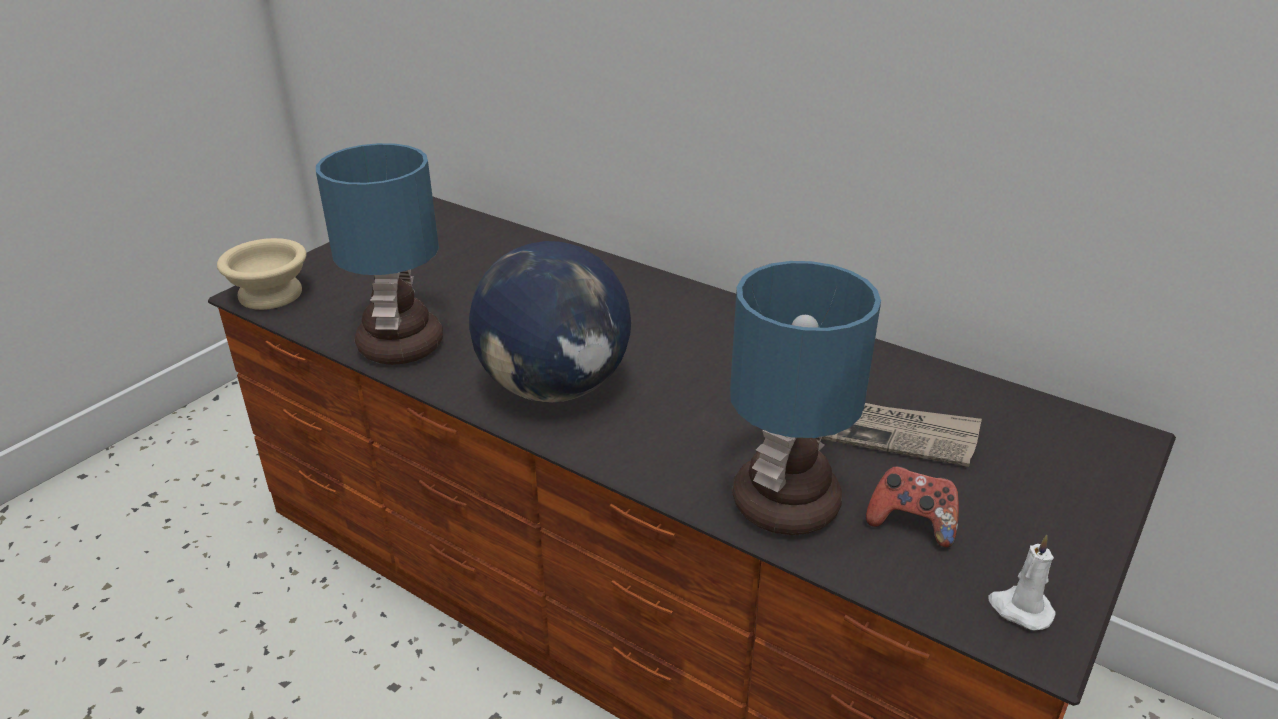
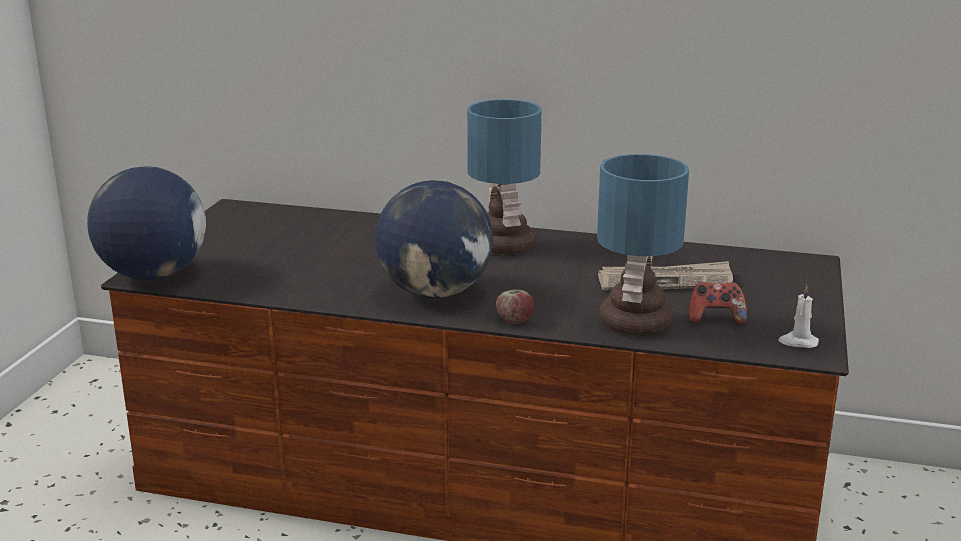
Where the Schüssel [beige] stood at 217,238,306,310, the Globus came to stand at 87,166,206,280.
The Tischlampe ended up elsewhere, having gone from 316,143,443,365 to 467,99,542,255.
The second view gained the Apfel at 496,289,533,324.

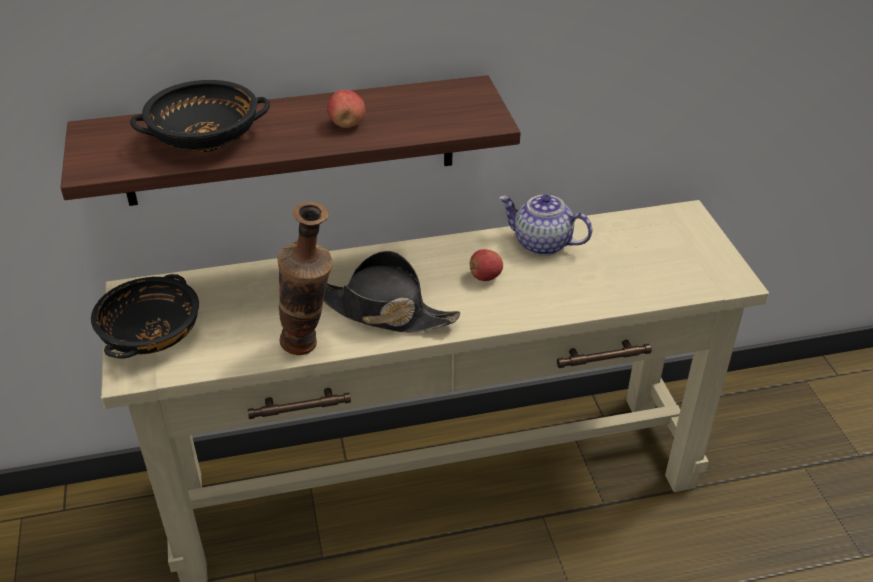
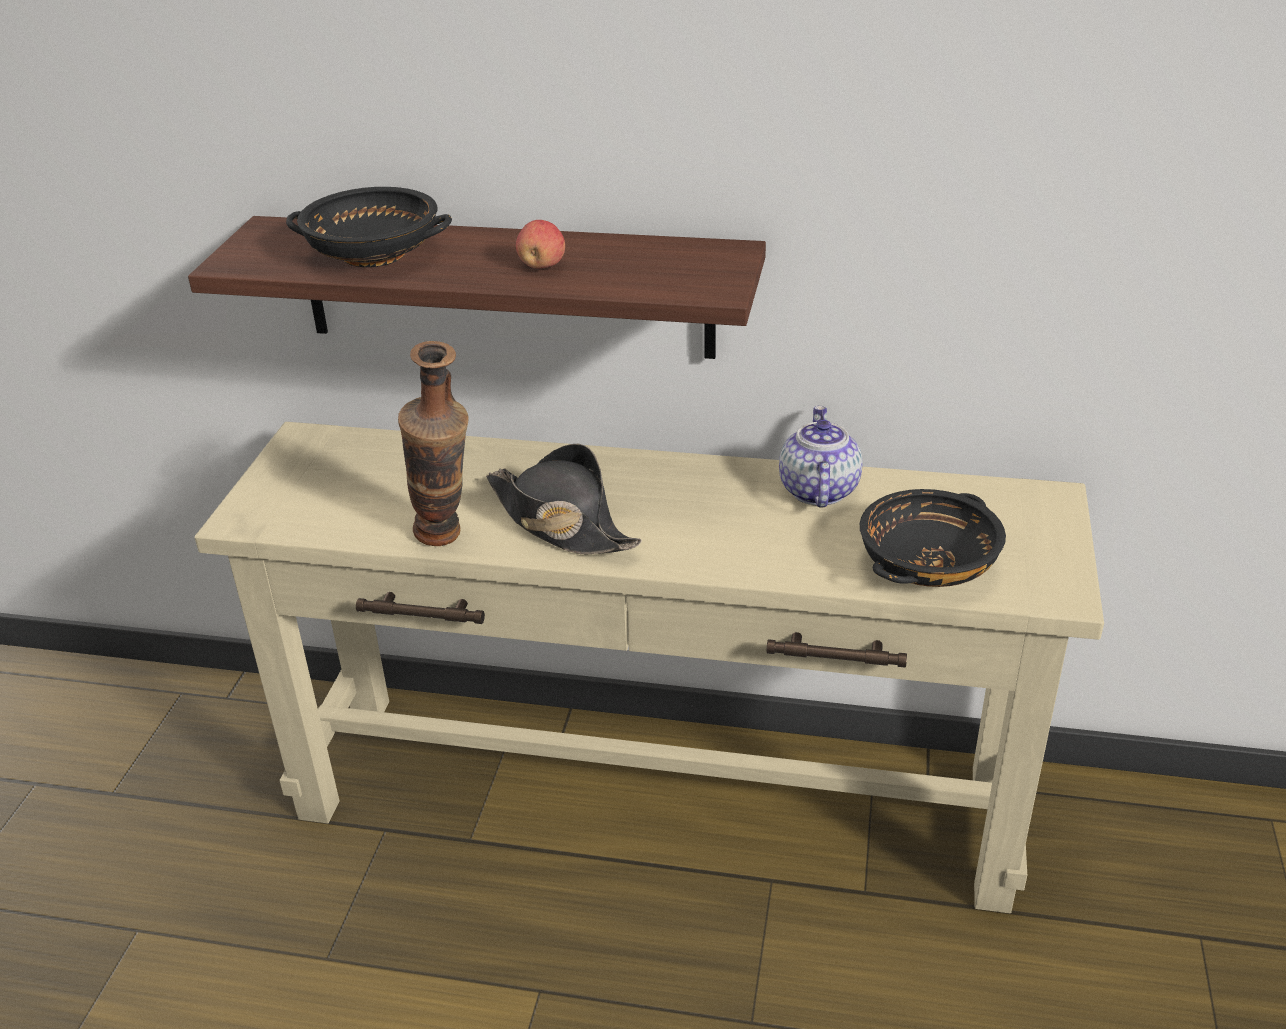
The Teekanne at 499,194,592,256 ended up facing another way, 45 degrees clockwise from before.
The Schüssel [schwarz] ended up elsewhere, having gone from 91,274,199,359 to 860,489,1006,587.
The second view lost the Apfel at 470,249,503,281.

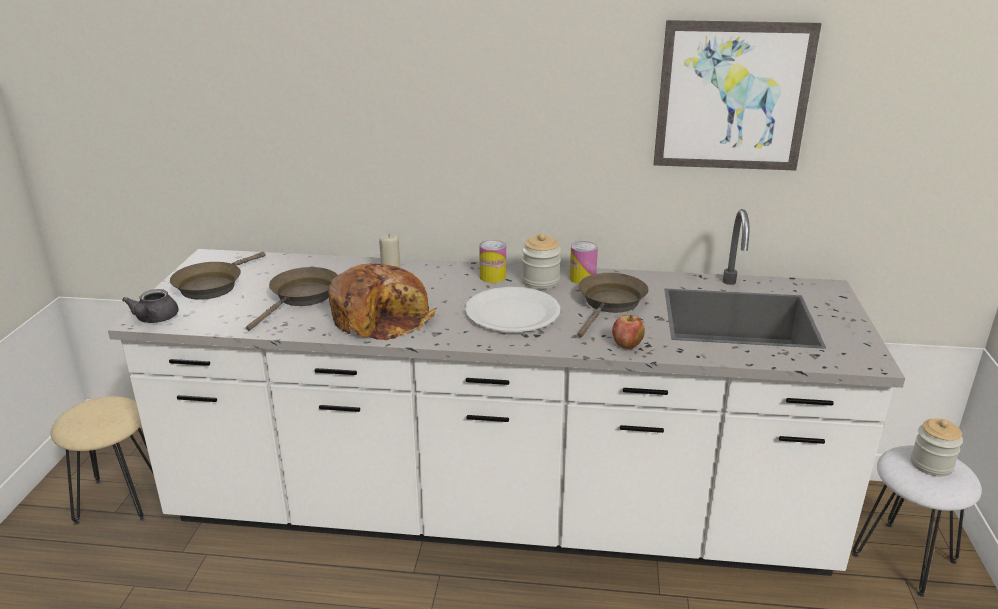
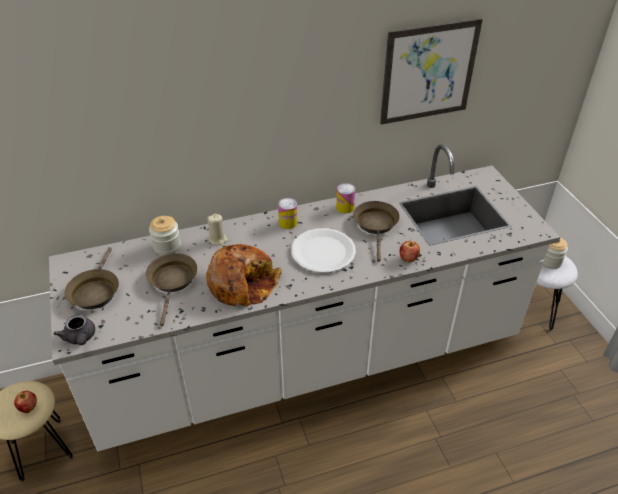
The second view gained the Apfel at 14,391,37,413.
The Vorratsglas ended up elsewhere, having gone from 522,233,561,289 to 149,216,181,255.

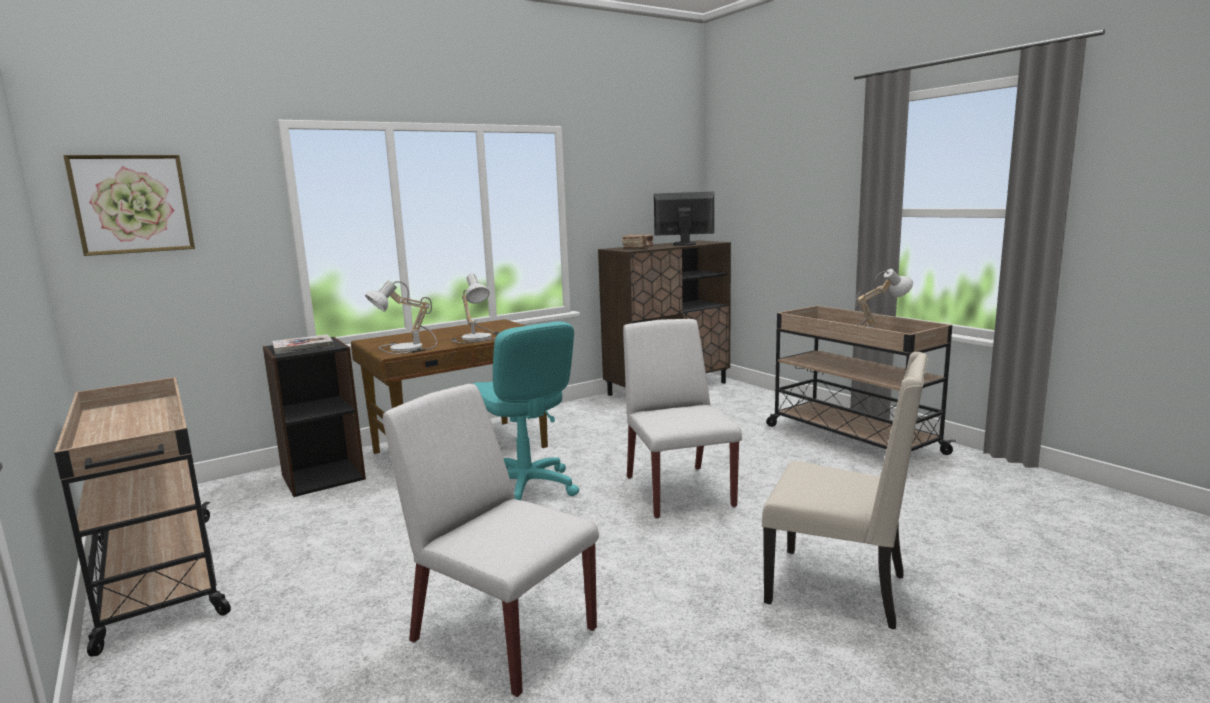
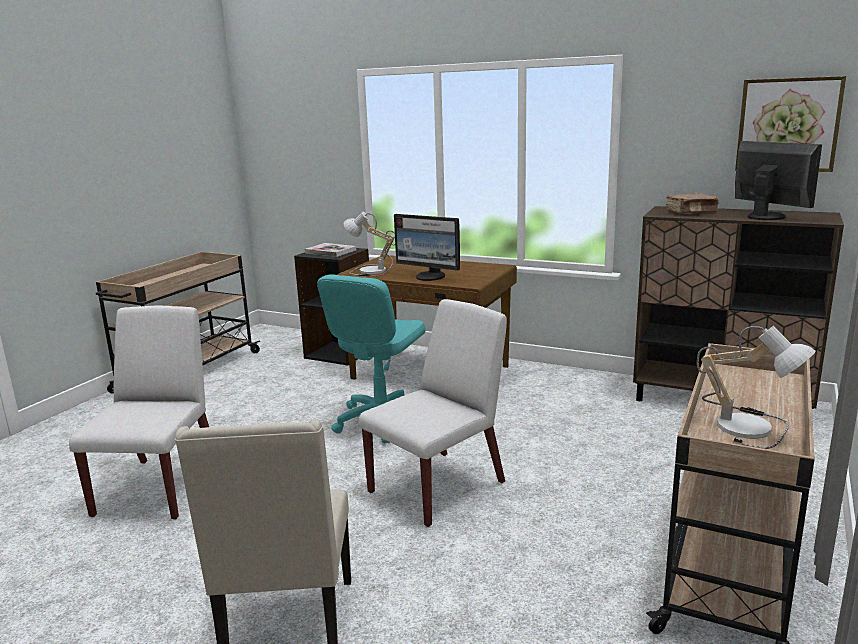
Where the Tischlampe stood at 452,274,499,343, the Monitor came to stand at 394,214,460,281.
The Bild ended up elsewhere, having gone from 63,155,195,256 to 735,76,846,172.

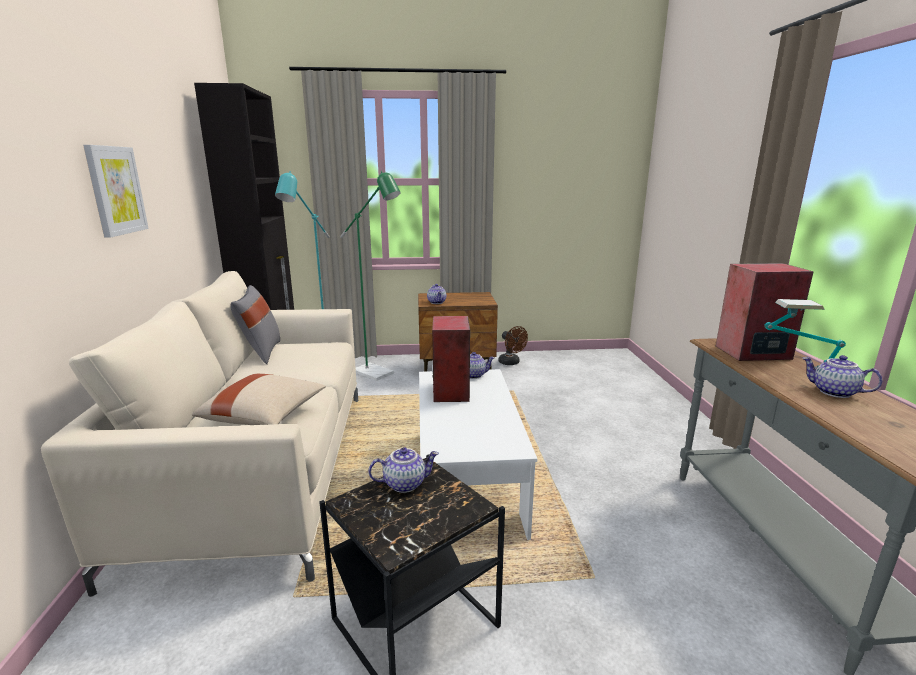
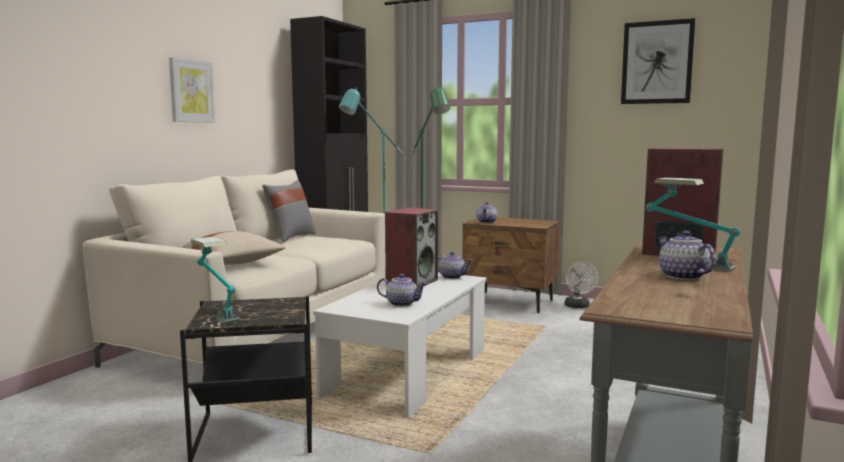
The second view gained the Tischlampe at 191,237,240,324.
The Teekanne ended up elsewhere, having gone from 368,447,439,493 to 377,274,427,307.
What was the Ventilator [braun] at 498,326,528,365 turned into the Ventilator [weiß] at 565,262,599,308.
The second view gained the Bild at 621,18,695,104.

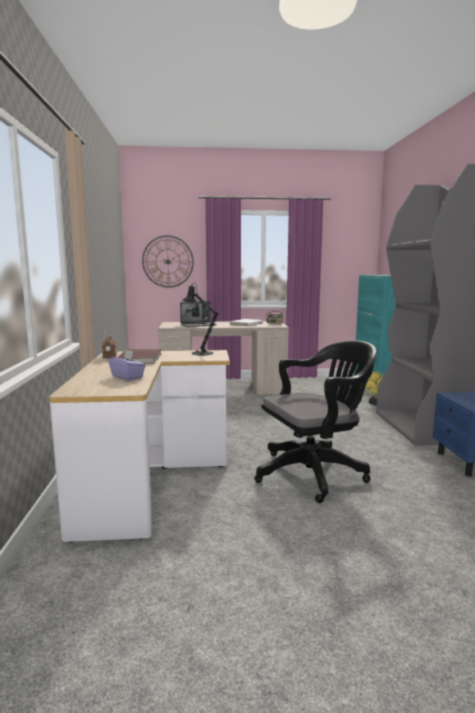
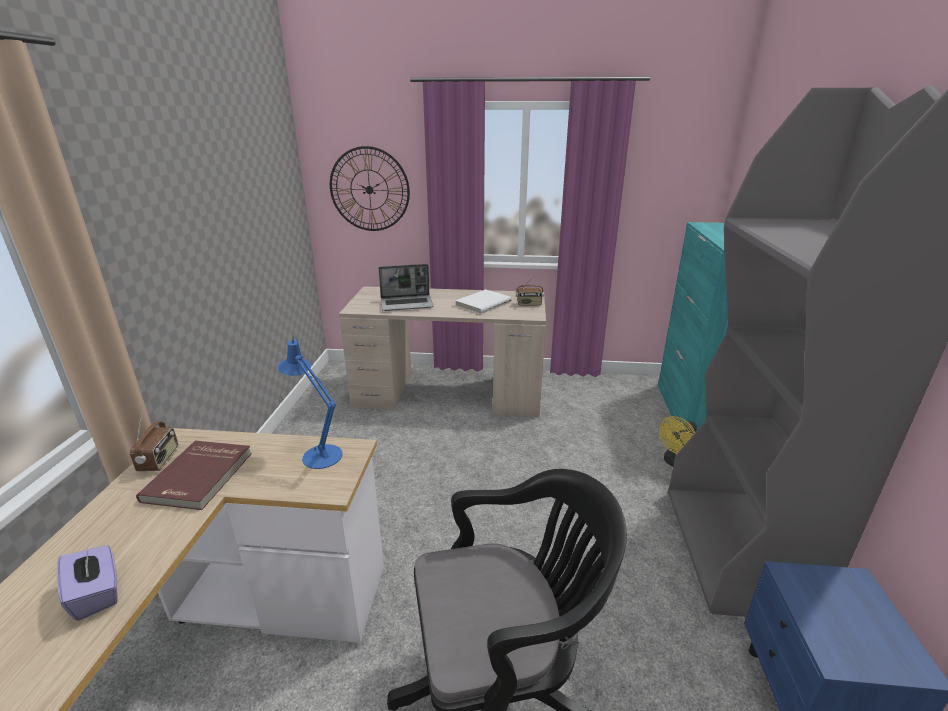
What was the Tischlampe [schwarz] at 182,282,218,356 turned into the Tischlampe [blau] at 278,336,343,469.

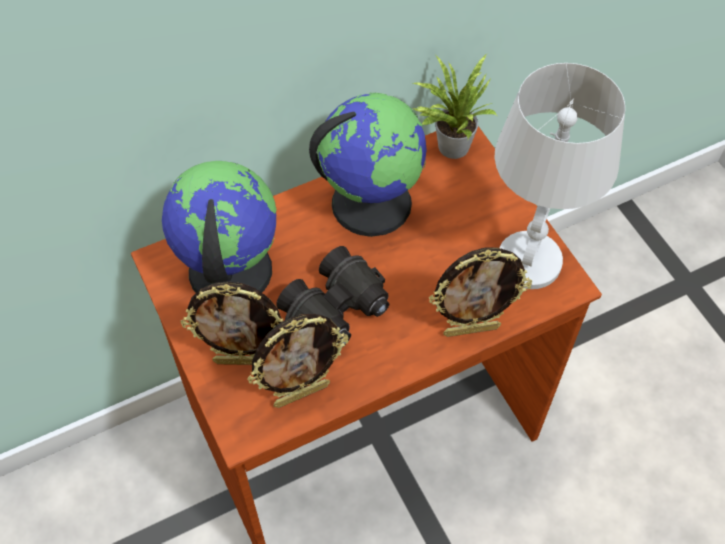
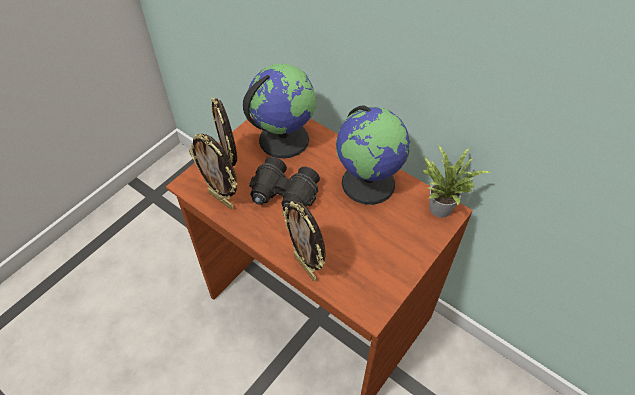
The second view lost the Tischlampe [weiß] at 495,63,625,289.

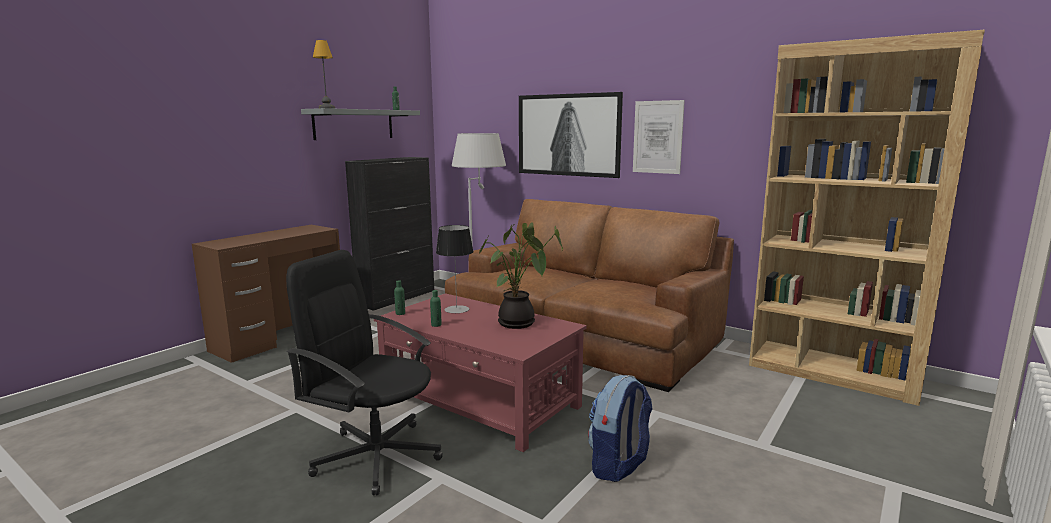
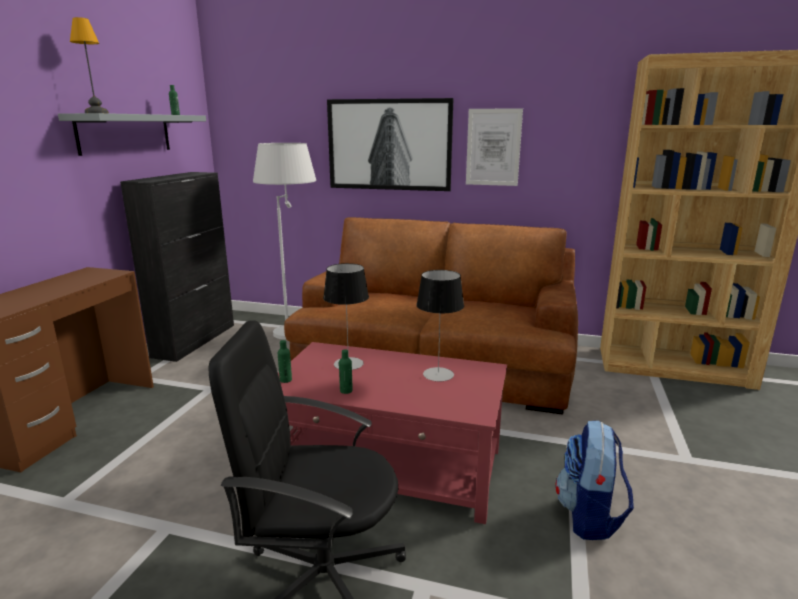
Where the Topfpflanze stood at 479,223,563,329, the Tischlampe came to stand at 416,270,464,381.

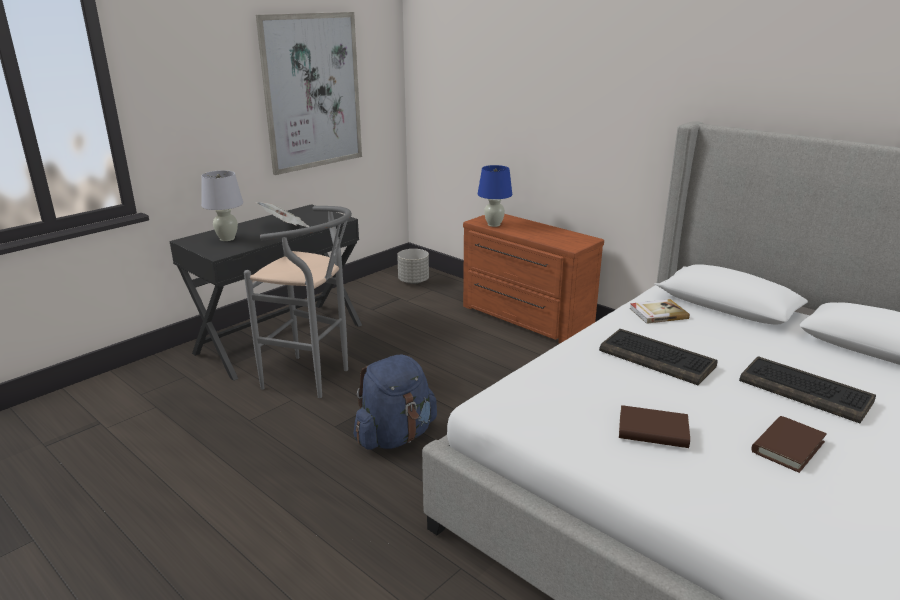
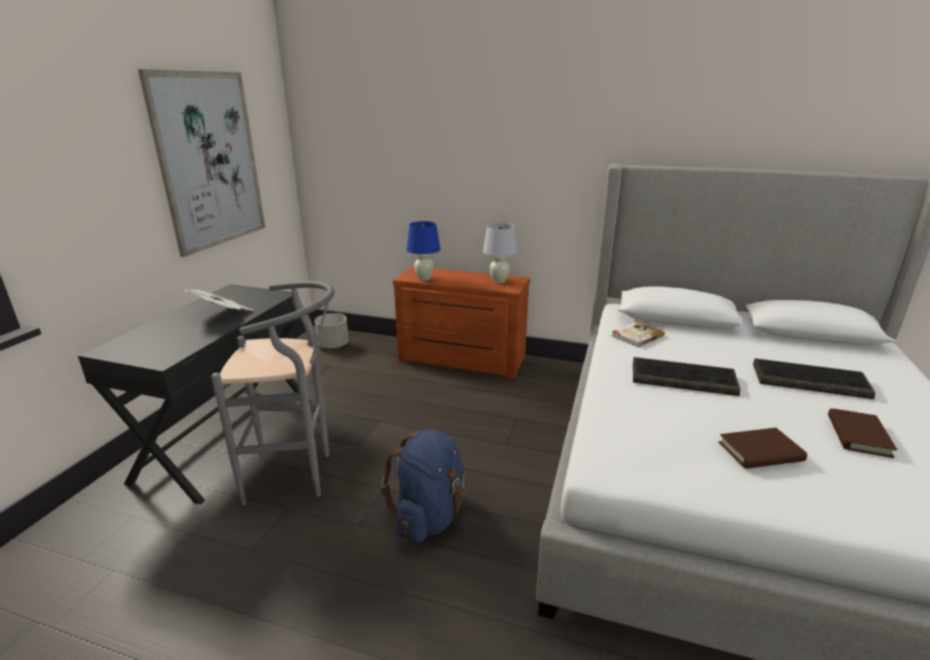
The Tischlampe [weiß] ended up elsewhere, having gone from 201,170,243,241 to 483,223,517,283.

